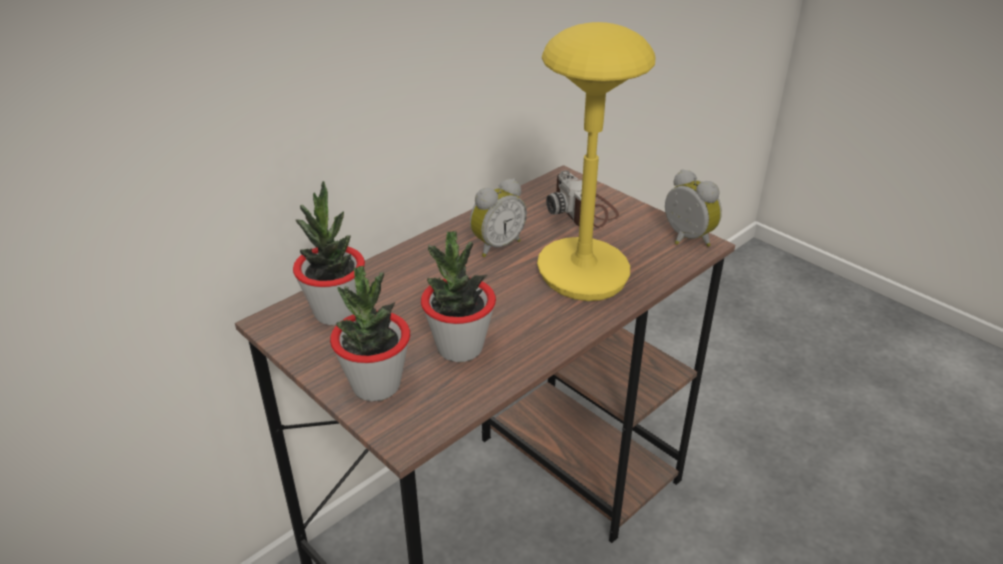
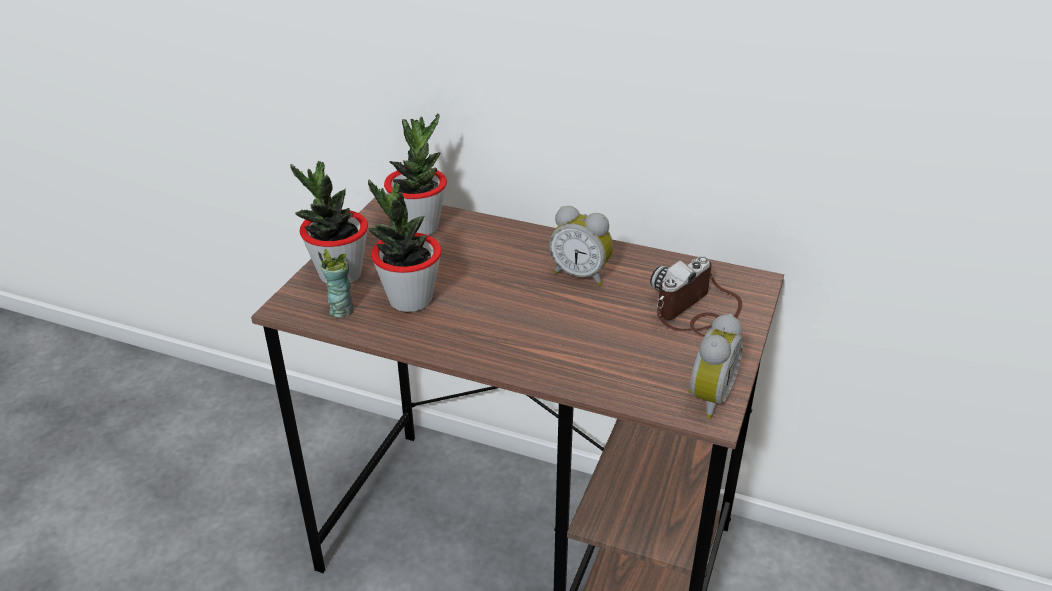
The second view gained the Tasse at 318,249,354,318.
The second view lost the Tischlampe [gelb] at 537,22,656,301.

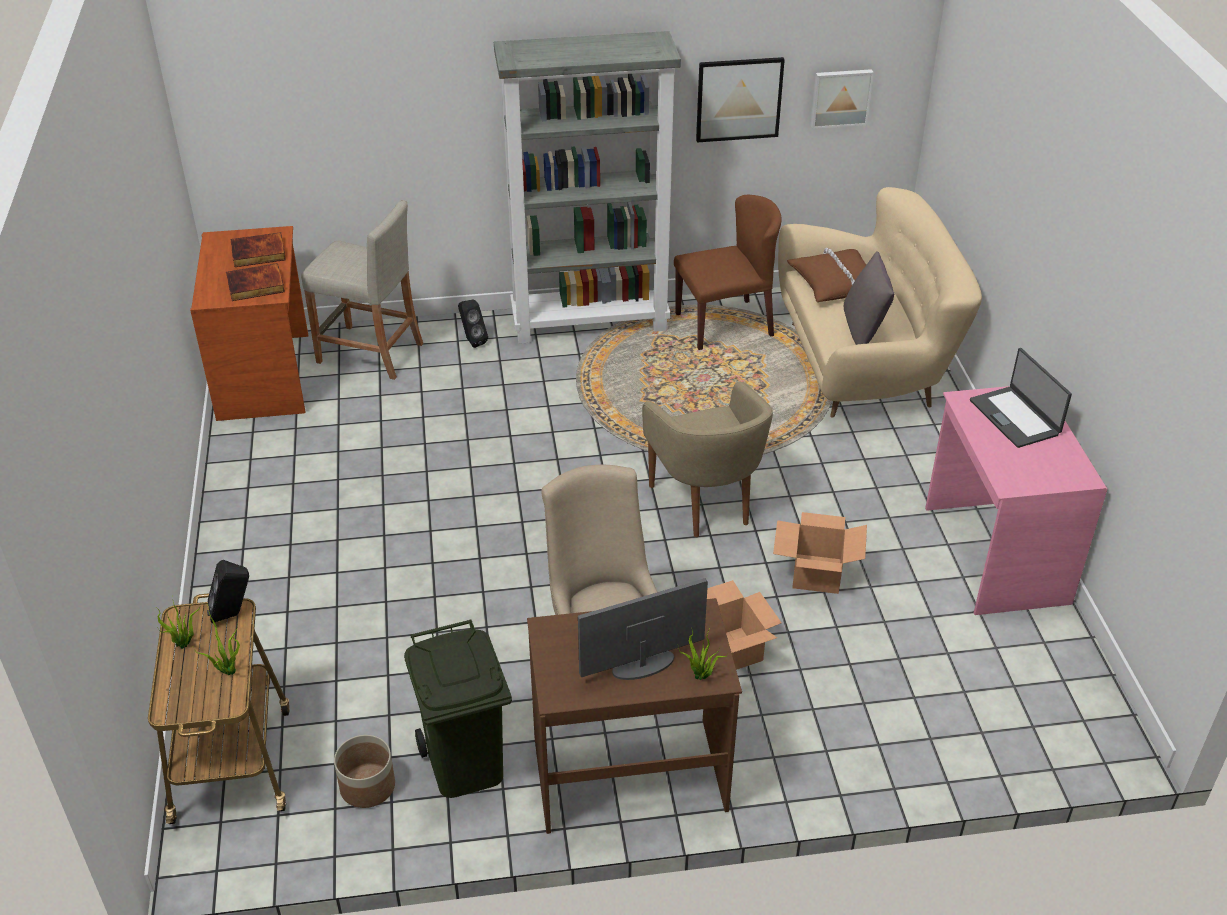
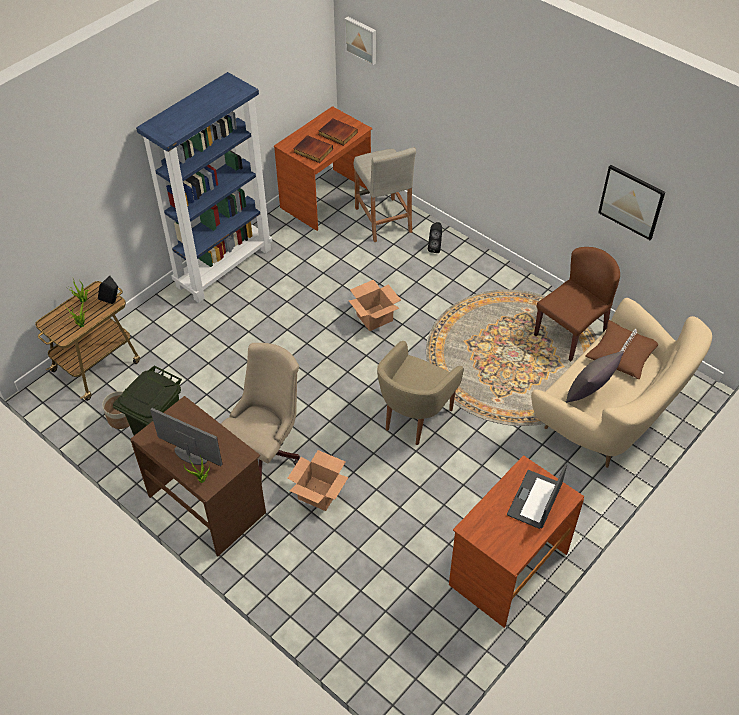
The second view gained the Bücherregal [blau] at 136,72,272,303.
The Bild ended up elsewhere, having gone from 811,69,874,129 to 345,17,376,65.
The Karton ended up elsewhere, having gone from 773,512,867,594 to 349,280,401,331.
What was the Schreibtisch [rosa] at 925,386,1107,615 turned into the Schreibtisch [braun] at 449,455,584,628.
The Stuhl [braun] at 674,194,781,350 ended up facing another way, 75 degrees counterclockwise from before.
The second view lost the Bücherregal [grau] at 494,31,681,344.

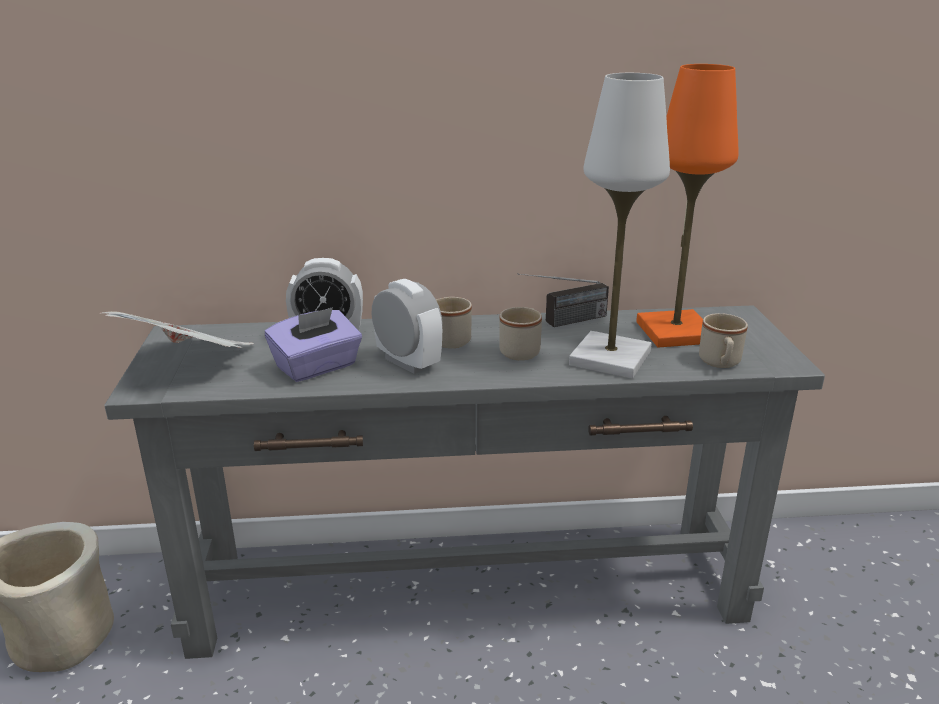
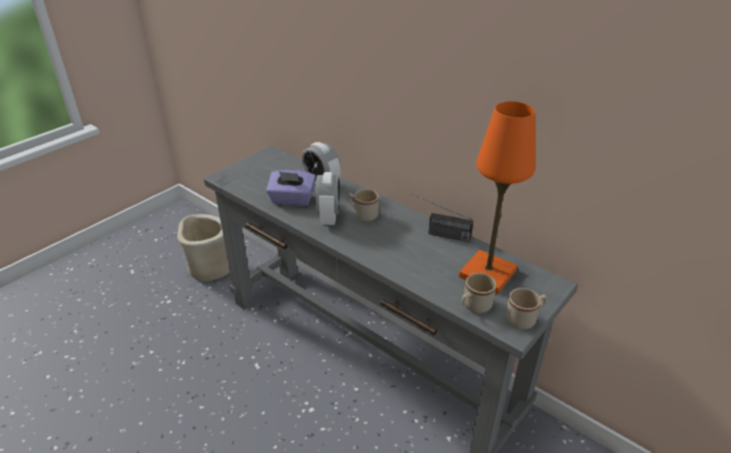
The Henkelbecher [beige] ended up elsewhere, having gone from 499,307,542,360 to 506,288,547,329.
The second view lost the Zeitung at 102,311,254,348.
The second view lost the Tischlampe [weiß] at 569,73,670,379.

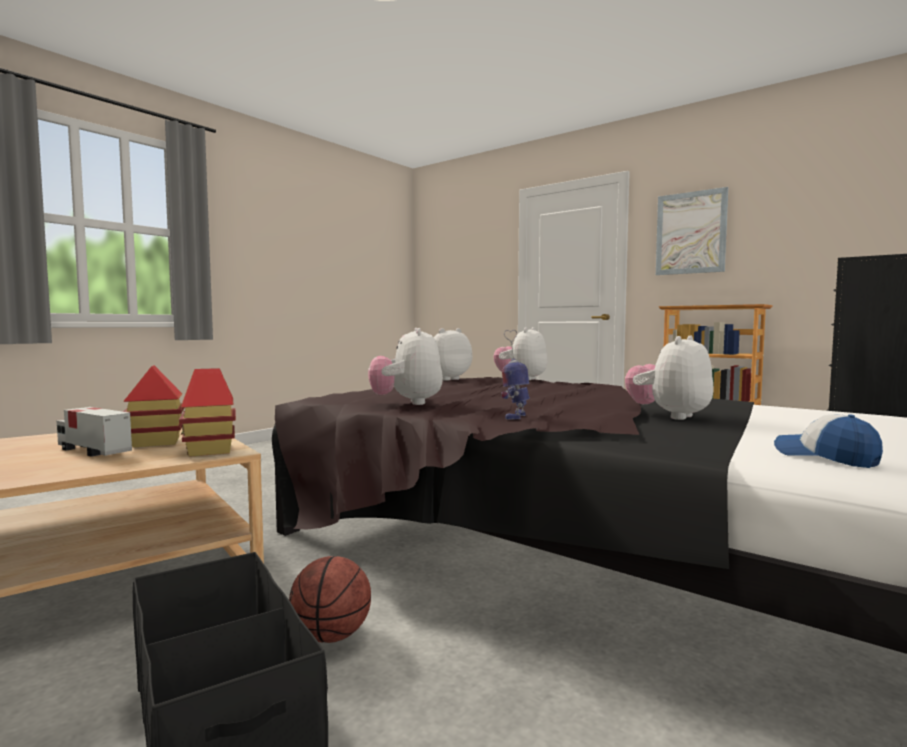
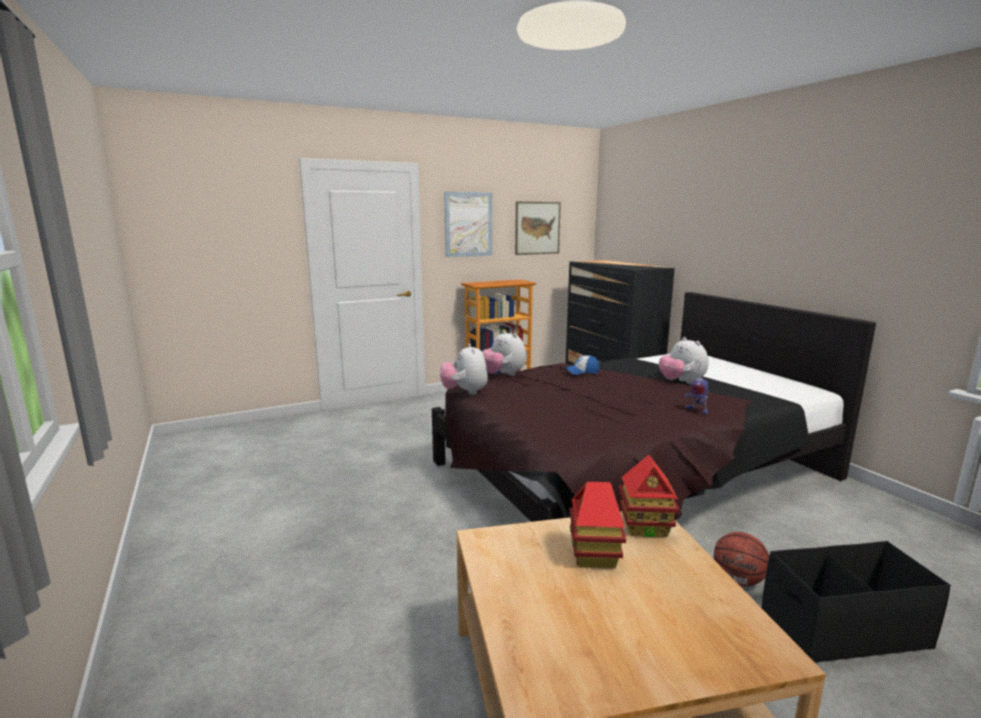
The second view gained the Bild at 515,202,561,255.
The Kappe ended up elsewhere, having gone from 774,414,883,468 to 566,355,600,375.
The second view lost the Spielzeuglaster at 57,407,132,457.
The second view lost the Plüschtier at 368,328,443,405.

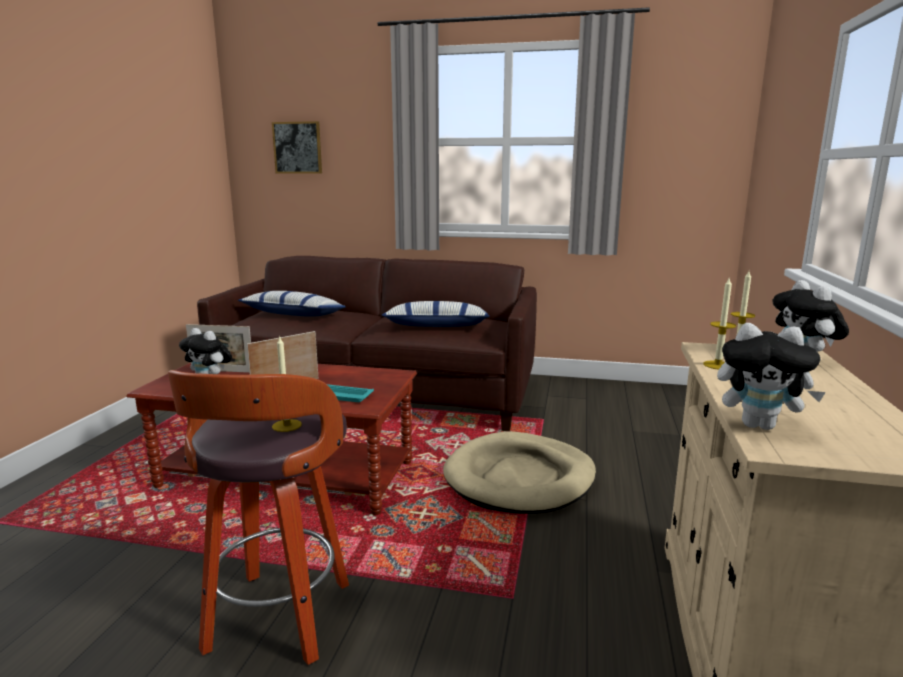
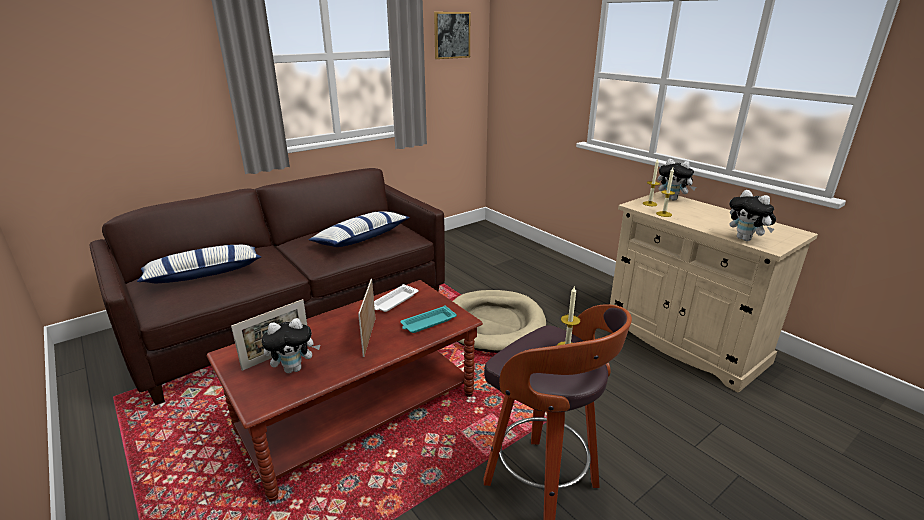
The second view gained the Tablett [weiß] at 374,284,418,312.
The Bild ended up elsewhere, having gone from 272,121,322,174 to 434,12,470,59.
The Plüschtier at 717,323,826,430 ended up facing another way, 90 degrees clockwise from before.

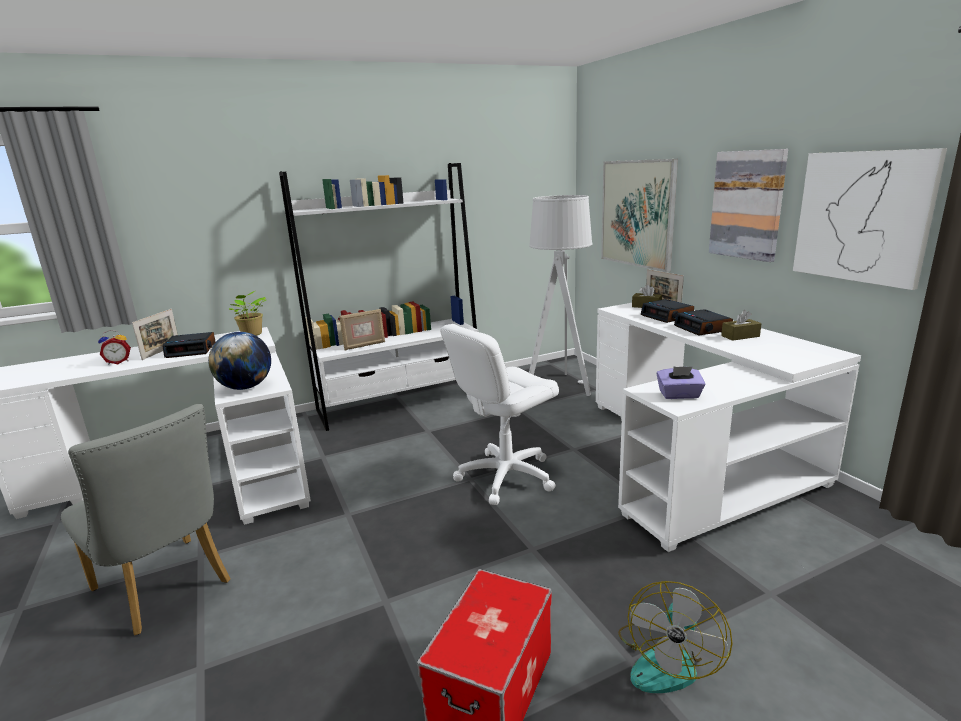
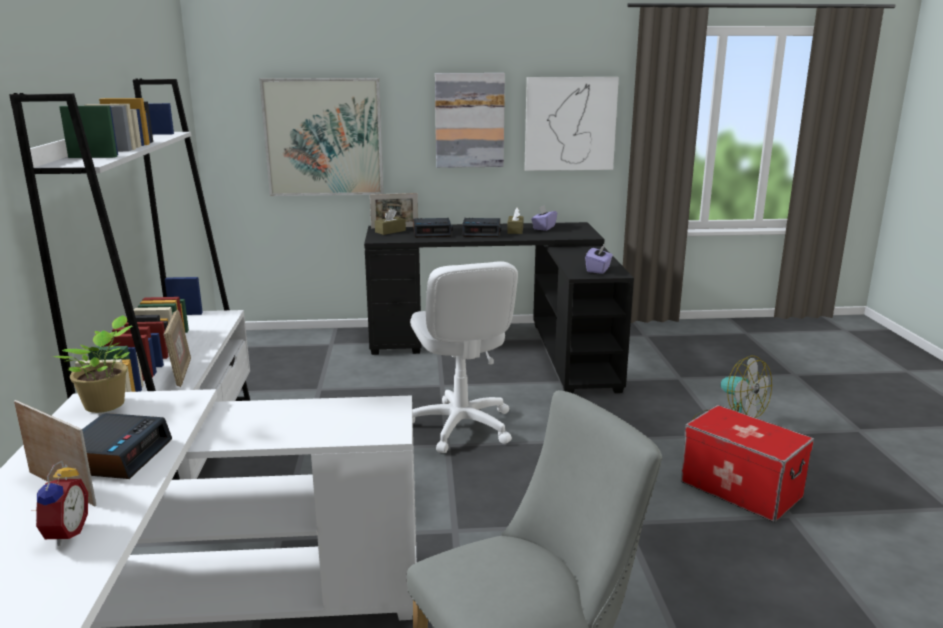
What was the Schreibtisch [weiß] at 596,303,861,552 turned into the Schreibtisch [schwarz] at 364,222,634,394.
The second view gained the Taschentuchbox [lila] at 531,205,557,231.
The second view lost the Globus at 208,332,271,390.
The second view lost the Stehlampe [grau] at 529,195,593,396.

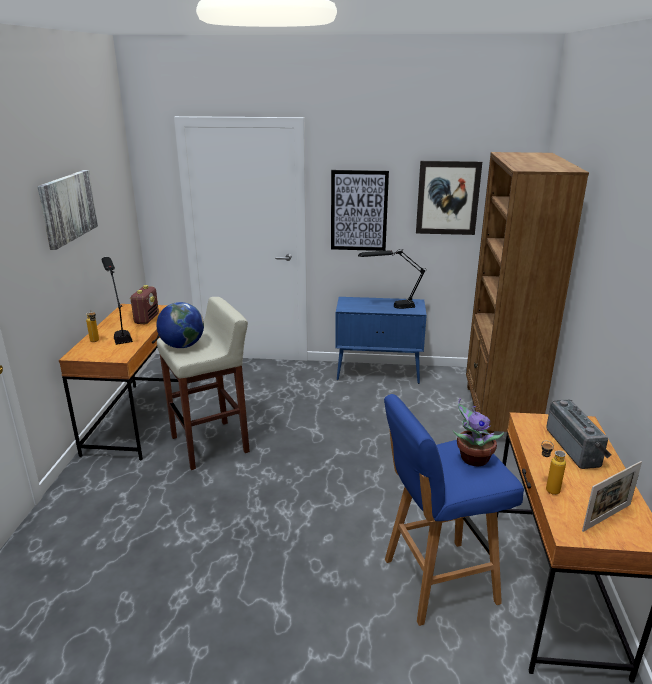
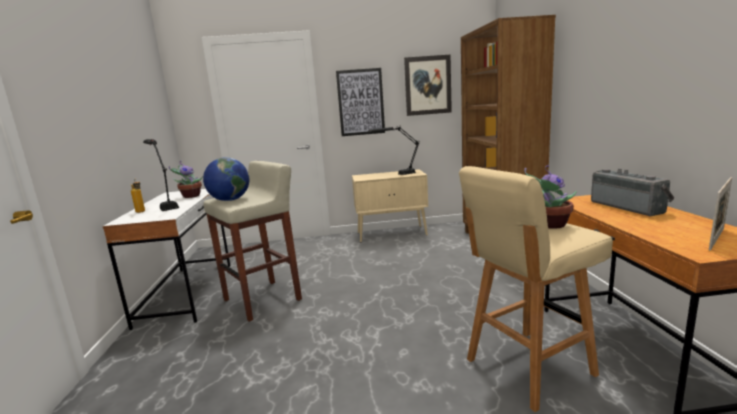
What was the Schreibtisch [braun] at 59,304,178,460 turned into the Schreibtisch [weiß] at 103,189,230,330.
Where the Radio stood at 130,285,159,324, the Topfpflanze came to stand at 169,162,203,198.
What was the Schrank [blau] at 335,297,427,384 turned into the Schrank [beige] at 352,169,428,242.
What was the Hocker [blau] at 384,394,524,626 turned into the Hocker [beige] at 459,166,613,412.
The second view lost the Bild at 37,170,98,250.
The second view lost the Flasche at 541,440,566,495.

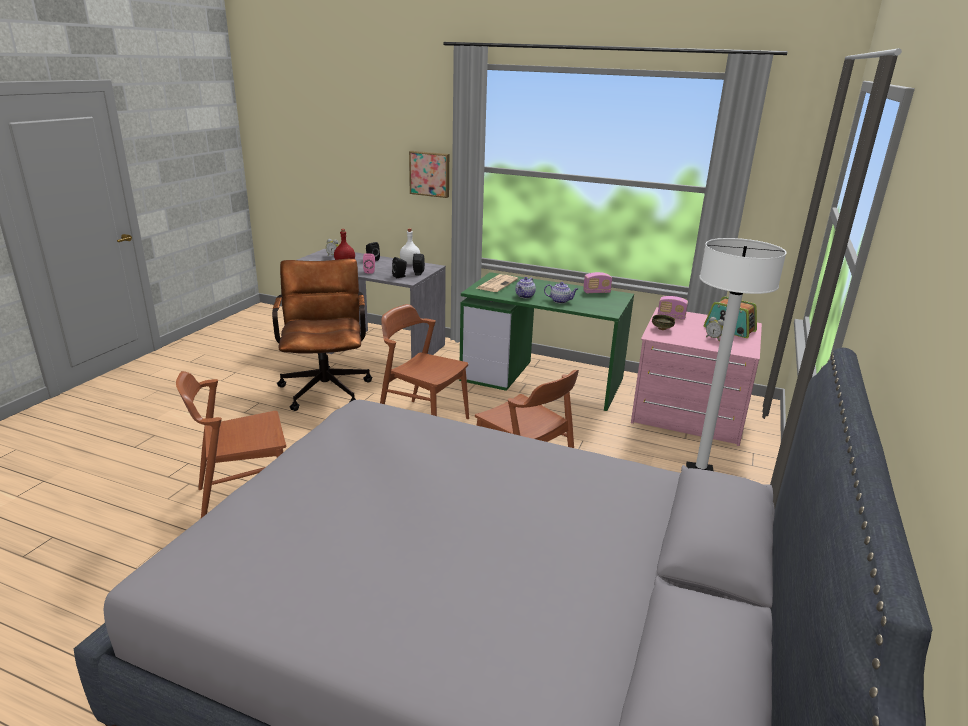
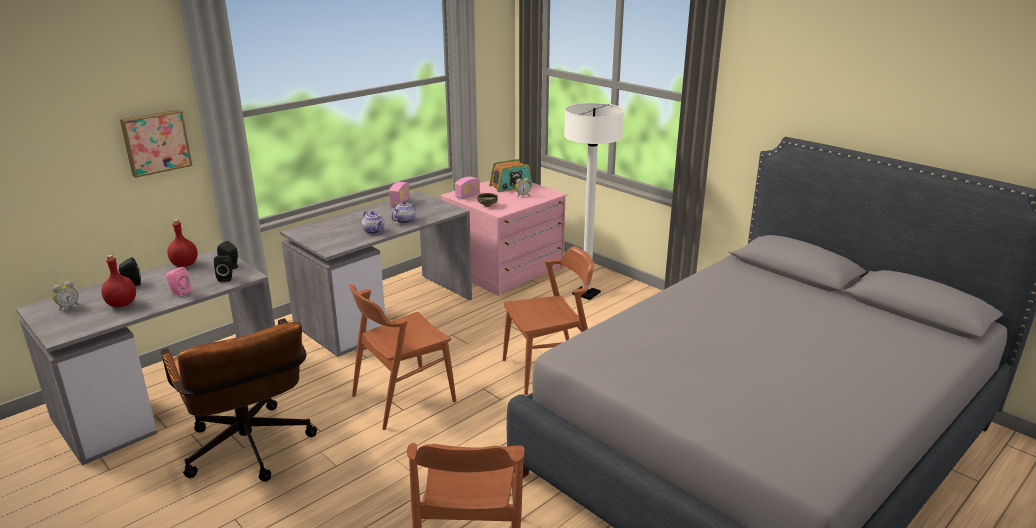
The Bürostuhl [braun] at 272,259,372,411 ended up facing another way, 135 degrees counterclockwise from before.
What was the Flasche [weiß] at 400,228,420,264 turned into the Flasche [rot] at 167,219,198,267.
What was the Schreibtisch [grün] at 459,272,634,411 turned into the Schreibtisch [grau] at 280,191,472,357.
The second view lost the Zeitung at 477,274,518,292.

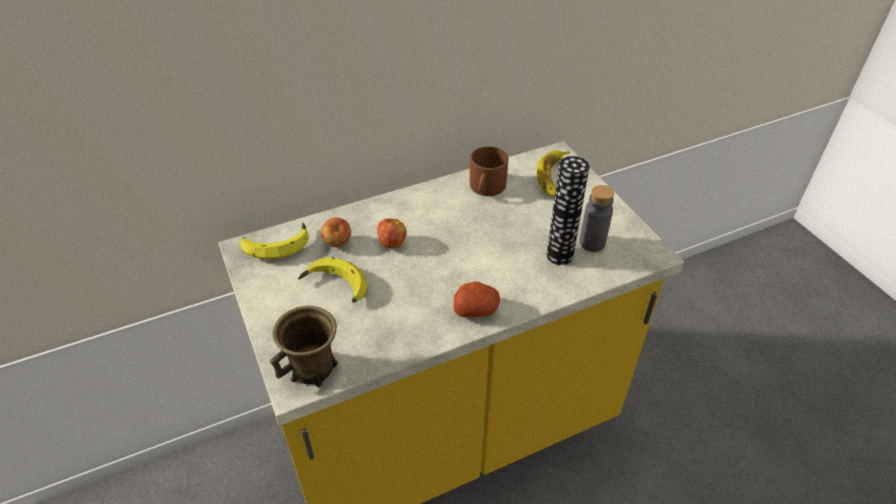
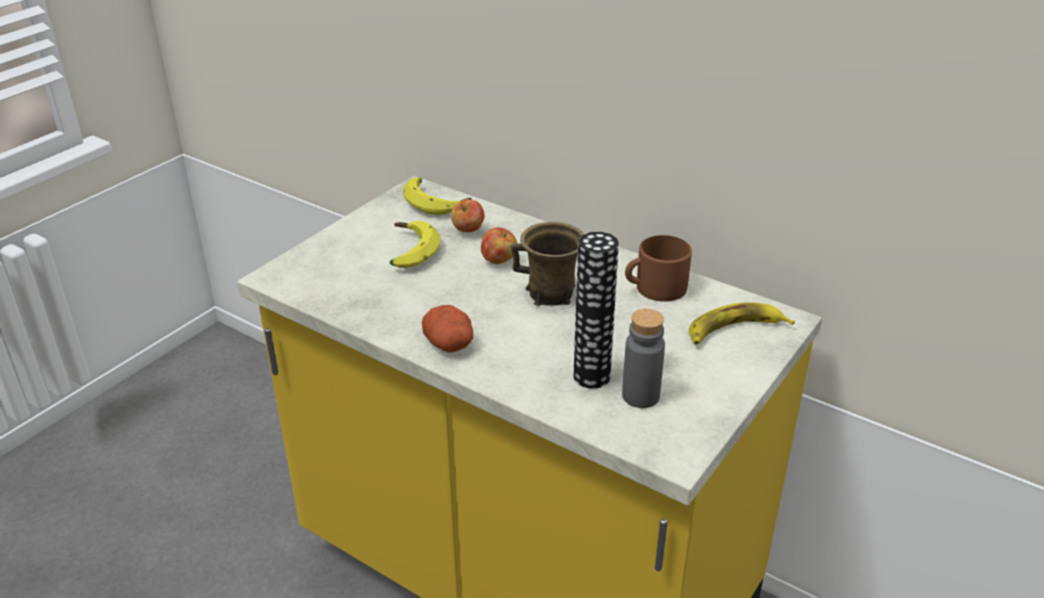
The Henkelbecher [braun] ended up elsewhere, having gone from 270,306,338,387 to 511,222,584,306.

